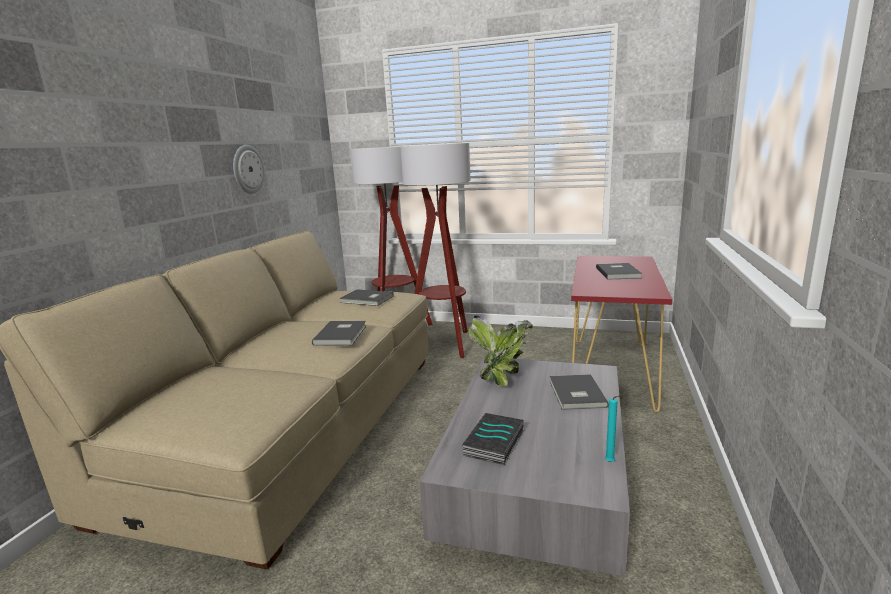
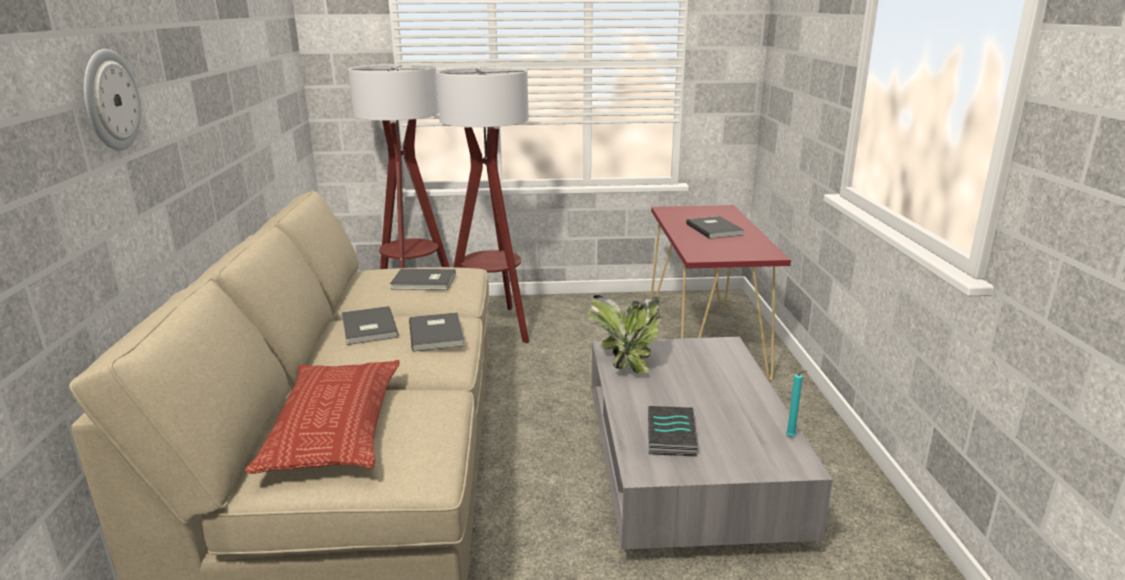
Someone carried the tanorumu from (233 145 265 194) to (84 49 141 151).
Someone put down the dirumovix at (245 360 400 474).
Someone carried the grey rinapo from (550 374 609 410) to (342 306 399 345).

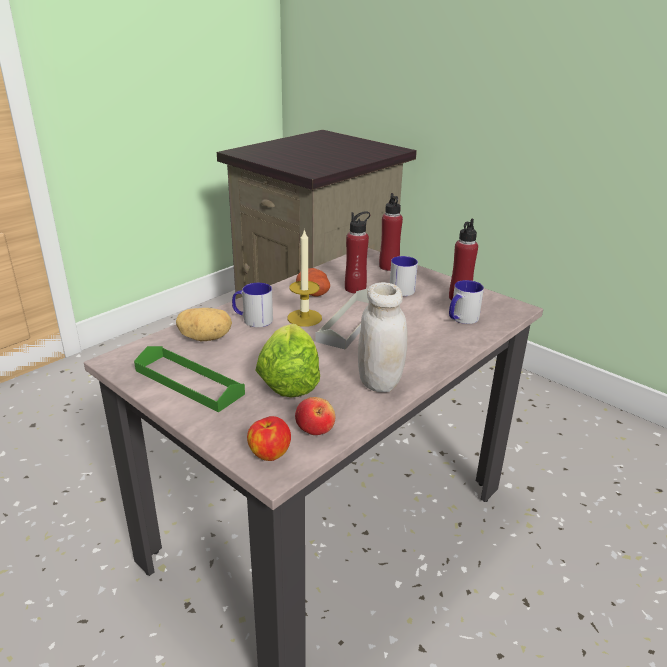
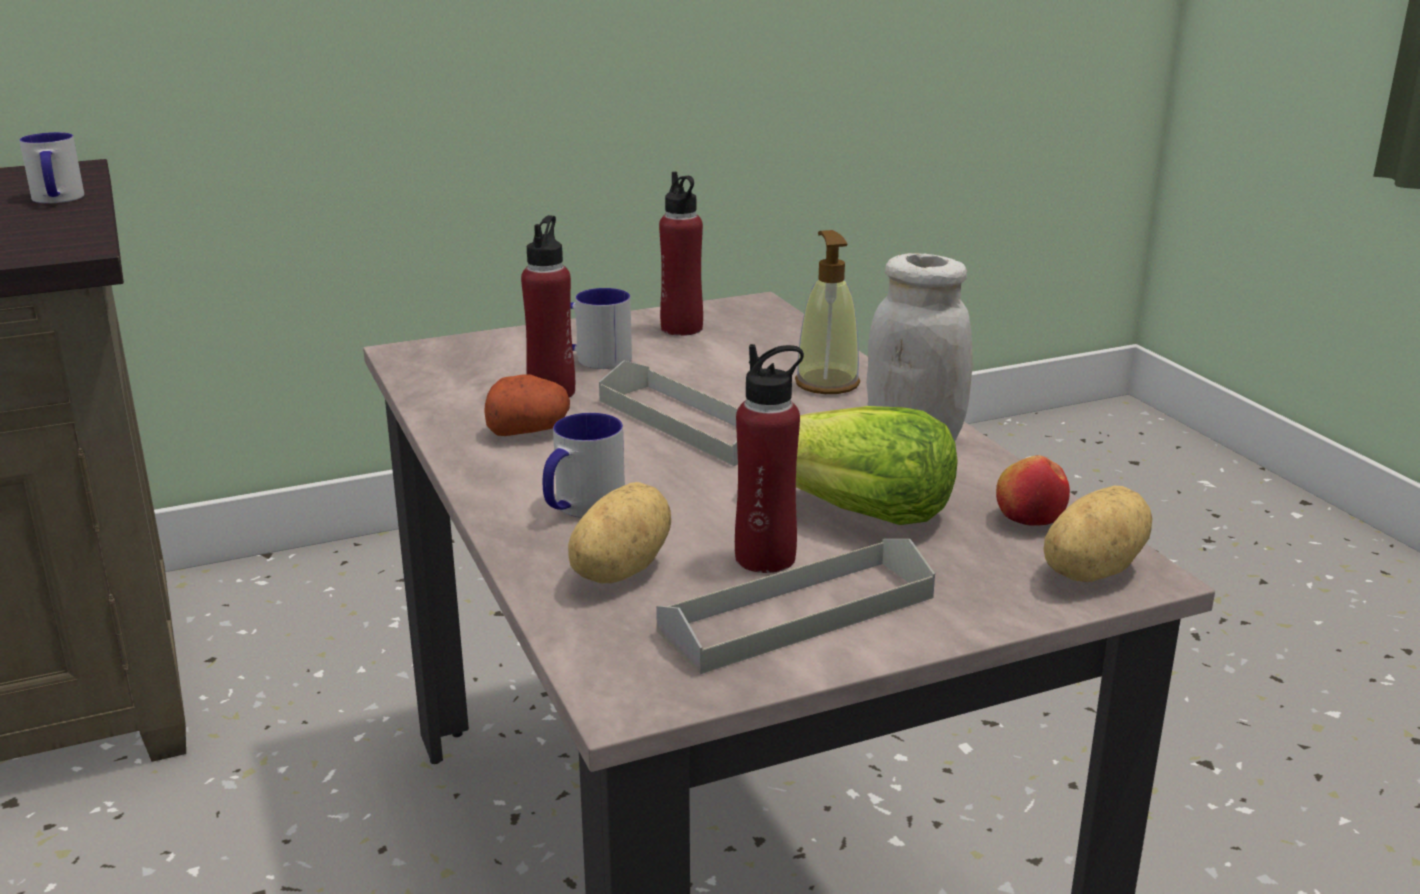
Someone carried the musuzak from (449 280 484 324) to (19 132 84 203).
Someone repainted the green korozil at (134 346 245 412), which became the grey korozil at (656 539 935 674).
Someone carried the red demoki from (379 193 403 271) to (735 344 804 573).
Someone put down the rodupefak at (795 230 860 394).
Someone swapped the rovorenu at (247 416 291 461) for the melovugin at (1043 486 1152 582).
Someone took away the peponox at (287 229 322 327).

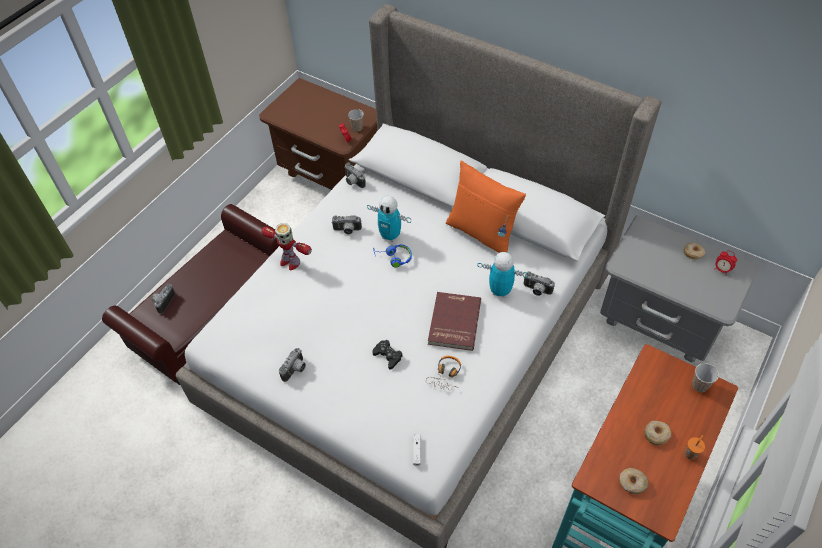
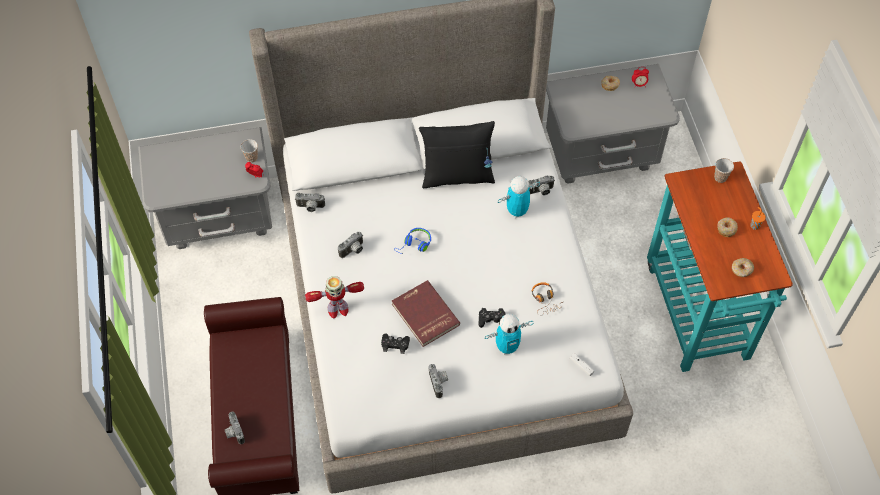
Someone repainted the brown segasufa at (259 78 377 190), which became the grey segasufa at (138 127 272 249).
Someone put down the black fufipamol at (381 333 410 354).
Someone carried the red rinapo from (428 292 481 351) to (392 280 460 347).
Someone repainted the orange dirumovix at (446 161 526 253), which became the black dirumovix at (419 121 495 189).
Someone carried the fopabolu from (367 196 411 242) to (485 314 533 355).

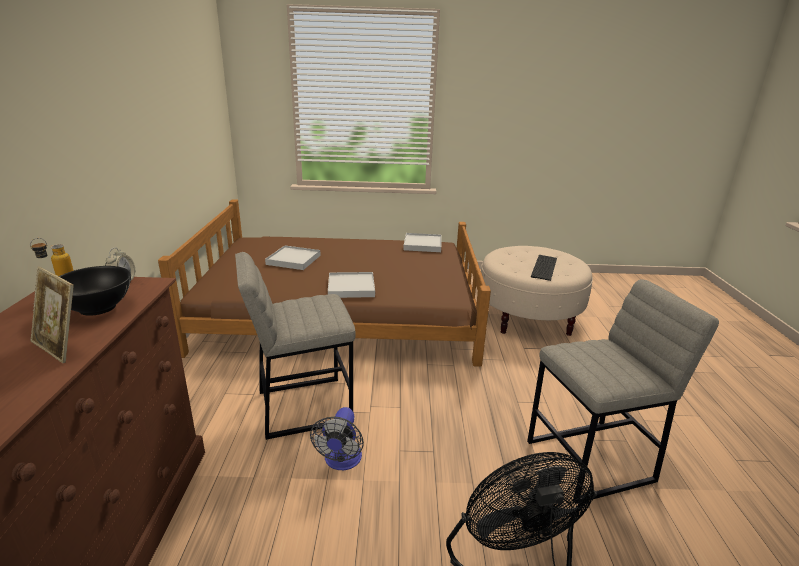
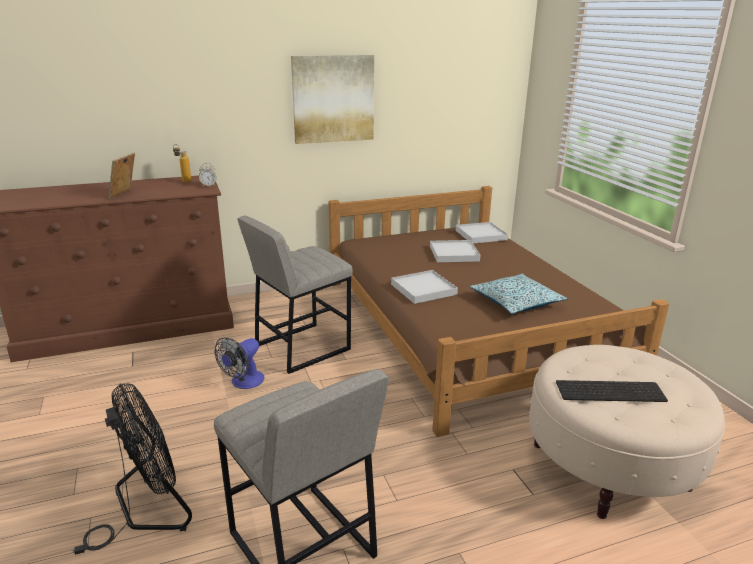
Someone rotated the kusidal at (310 407 364 470) by 45 degrees counterclockwise.
Someone rotated the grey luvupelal at (235 252 356 440) by 90 degrees counterclockwise.
Someone put up the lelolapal at (291 55 374 144).
Someone carried the white korozil from (403 233 441 252) to (456 222 508 243).
Someone put down the dirumovix at (470 274 567 314).
Someone took away the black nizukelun at (59 266 131 316).

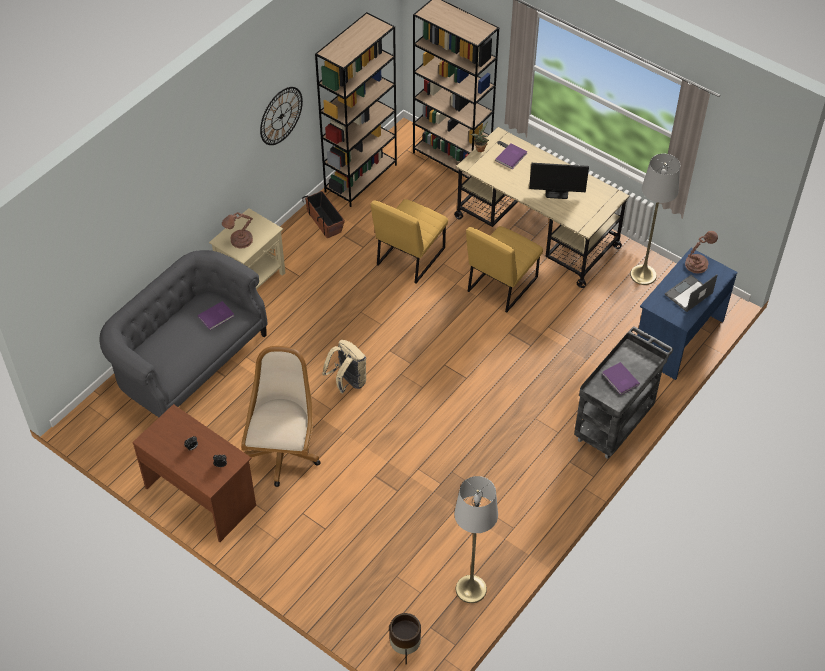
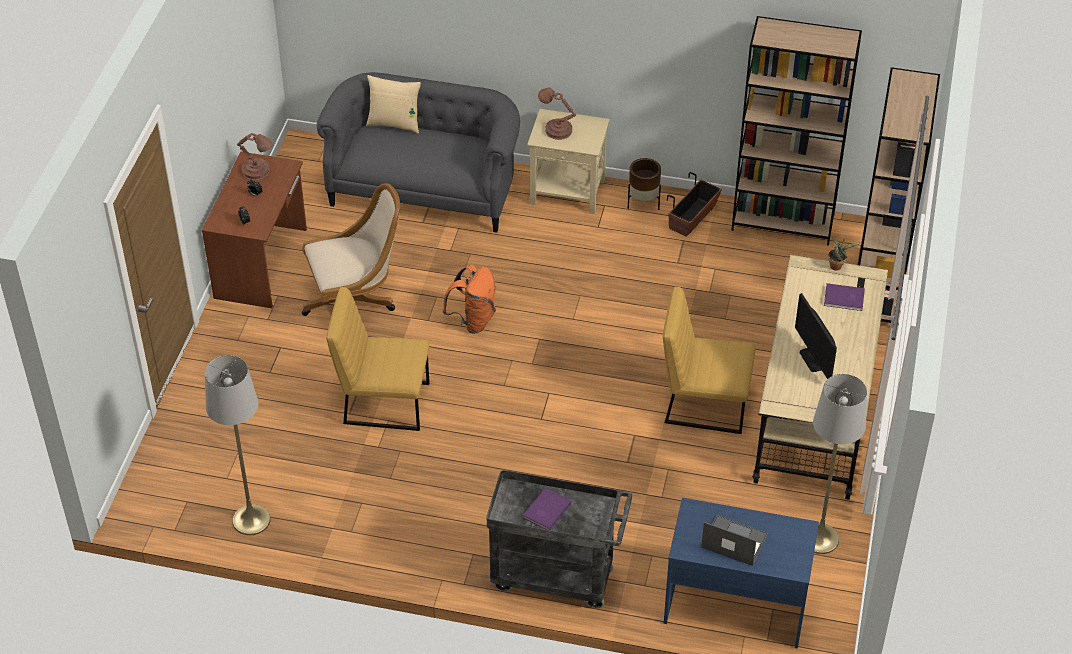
Someone carried the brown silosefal from (685 231 718 274) to (237 133 273 180).
Someone carried the yellow luvupelal from (371 199 448 283) to (326 287 429 431).
Someone put down the beige dirumovix at (366 75 421 134).
Someone repainted the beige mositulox at (322 340 366 394), which became the orange mositulox at (442 265 496 334).
Someone carried the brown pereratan from (389 613 421 665) to (628 158 661 210).
Someone took away the purple rinapo at (198 301 234 330).
Someone took away the tanorumu at (260 87 303 145).

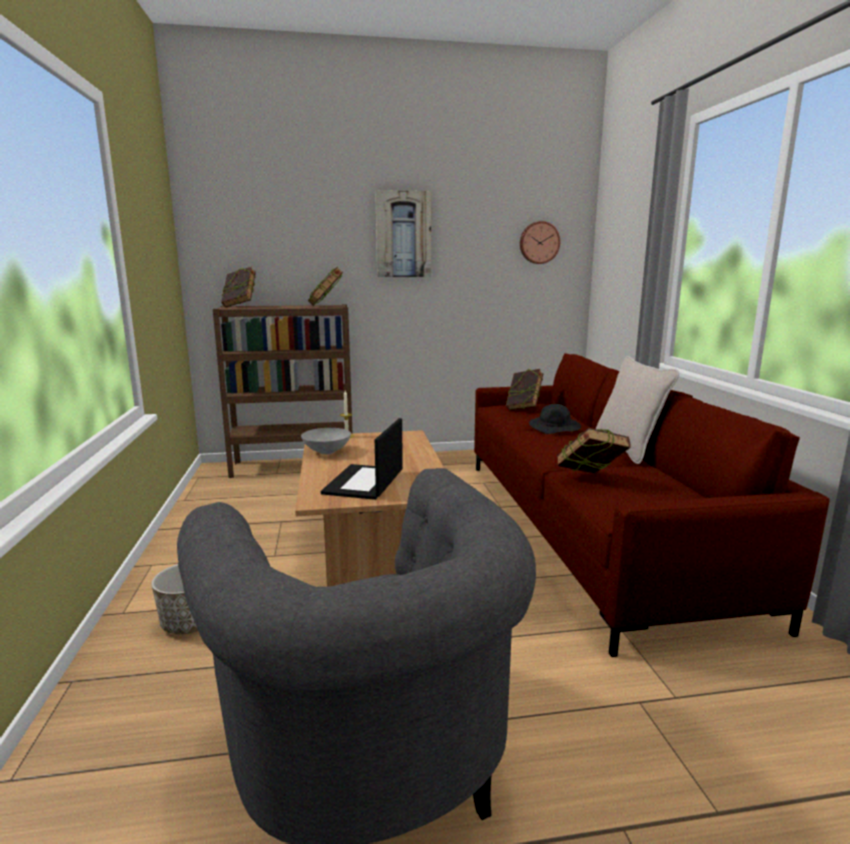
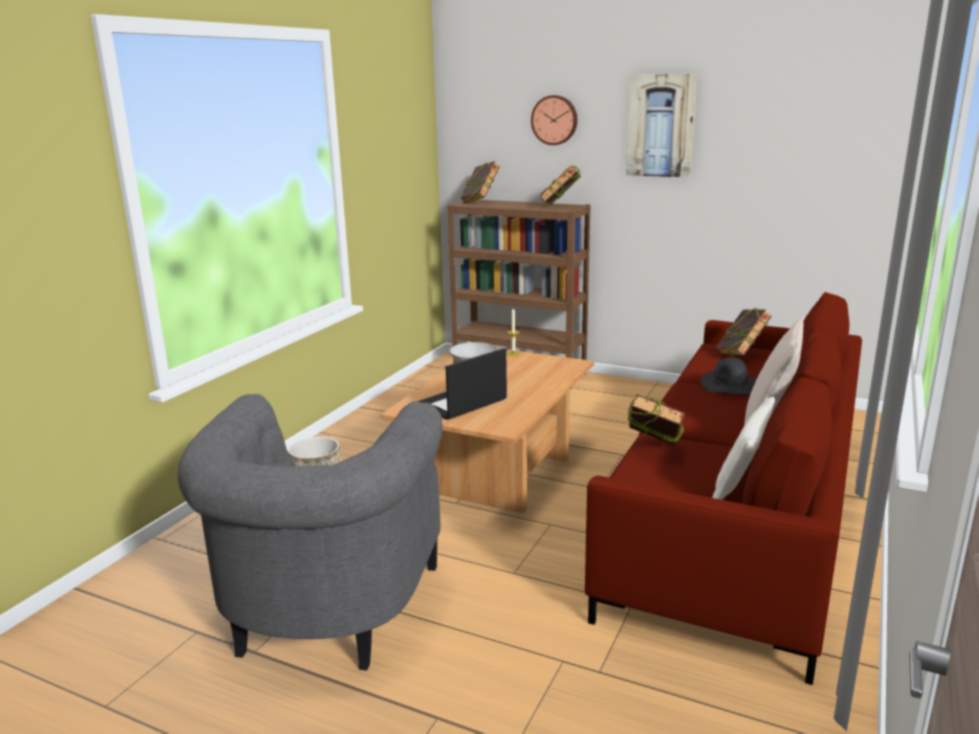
Someone carried the tanorumu from (520 221 560 264) to (531 95 577 145).
Someone put down the white dirumovix at (712 397 775 500).

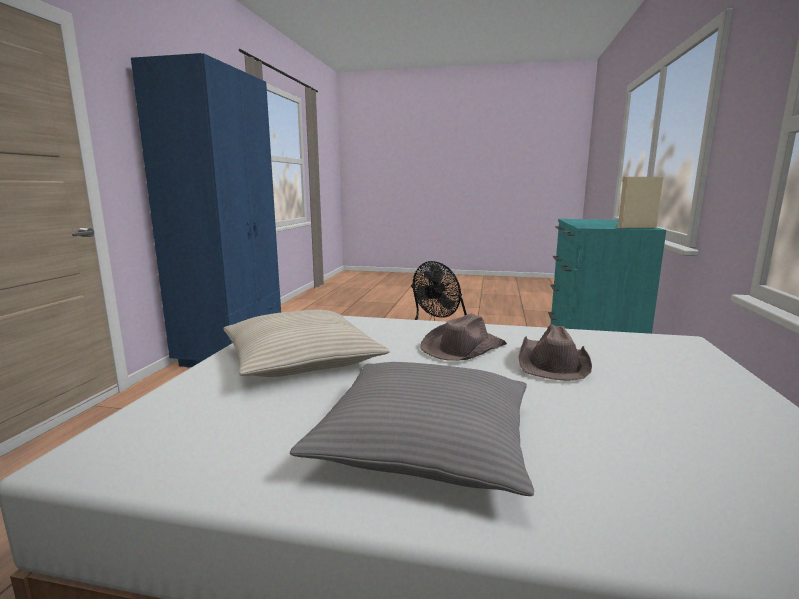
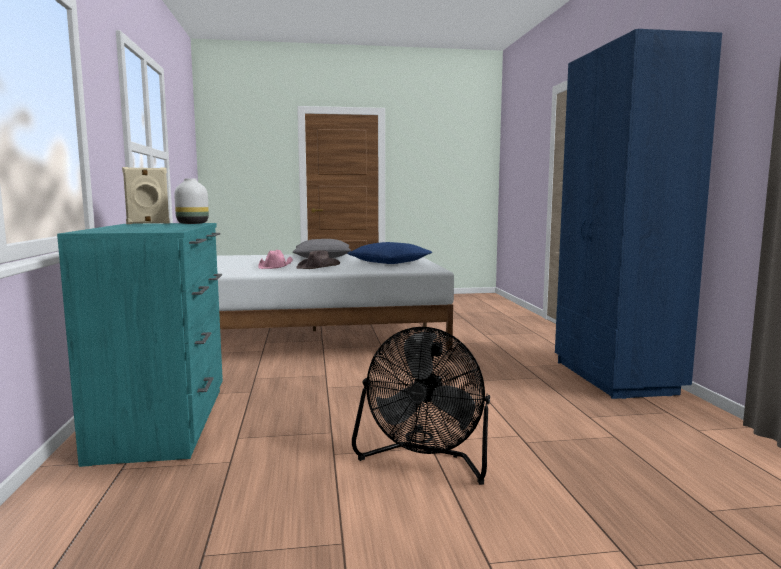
Someone put down the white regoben at (174 178 209 224).
Someone repainted the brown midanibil at (519 324 592 381), which became the pink midanibil at (258 250 293 269).
Someone repainted the beige dirumovix at (223 310 390 377), which became the blue dirumovix at (347 242 432 264).

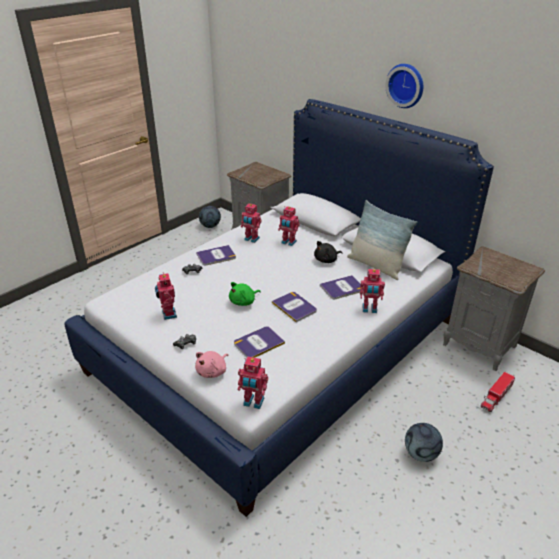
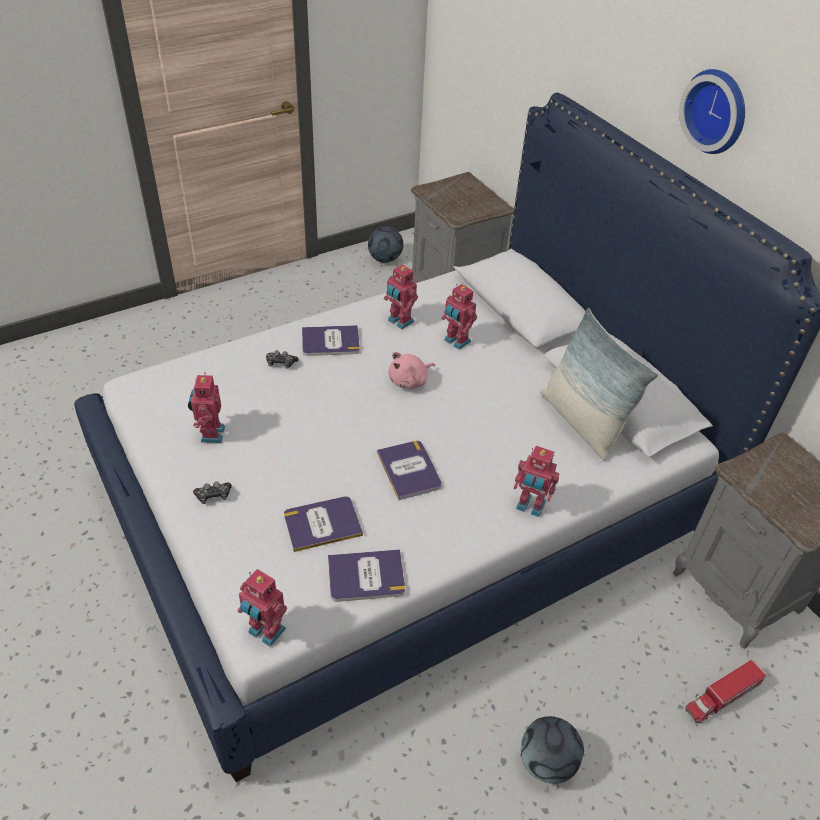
Someone carried the rinapo from (320 275 363 300) to (328 549 405 602).
Someone carried the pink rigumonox from (195 351 229 378) to (388 352 435 389).
Someone took away the green rigumonox at (229 282 261 306).
Someone took away the black rigumonox at (314 241 342 263).

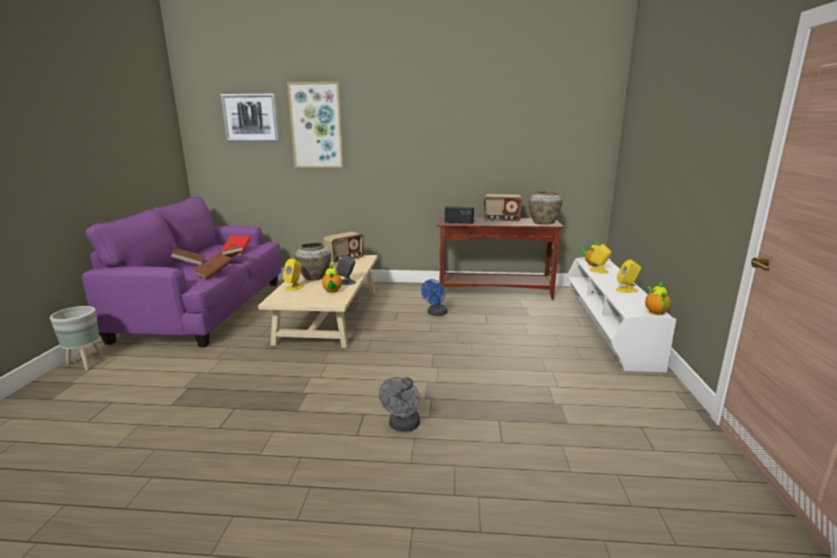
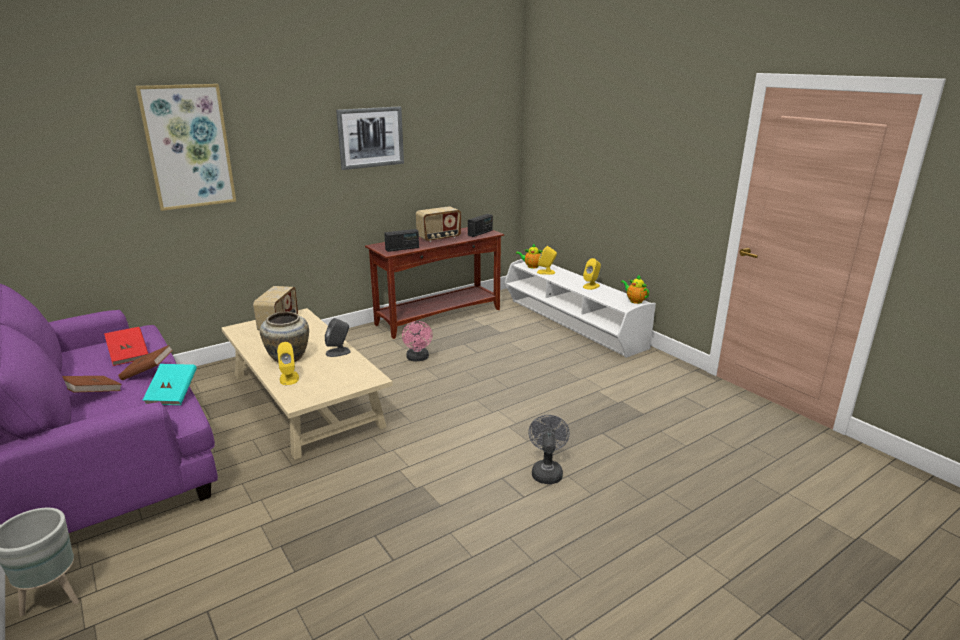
Someone repainted the brown rinapo at (194 253 232 279), which became the turquoise rinapo at (143 364 197 405).
Someone carried the lelolapal from (220 93 280 142) to (336 106 404 170).
Someone repainted the blue kusidal at (421 279 447 316), which became the pink kusidal at (402 321 433 361).
Someone swapped the beige regoben at (529 191 562 224) for the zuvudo at (468 214 493 237).
Someone rotated the grey kusidal at (379 377 420 432) by 150 degrees counterclockwise.
Someone took away the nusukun at (322 264 342 293).

